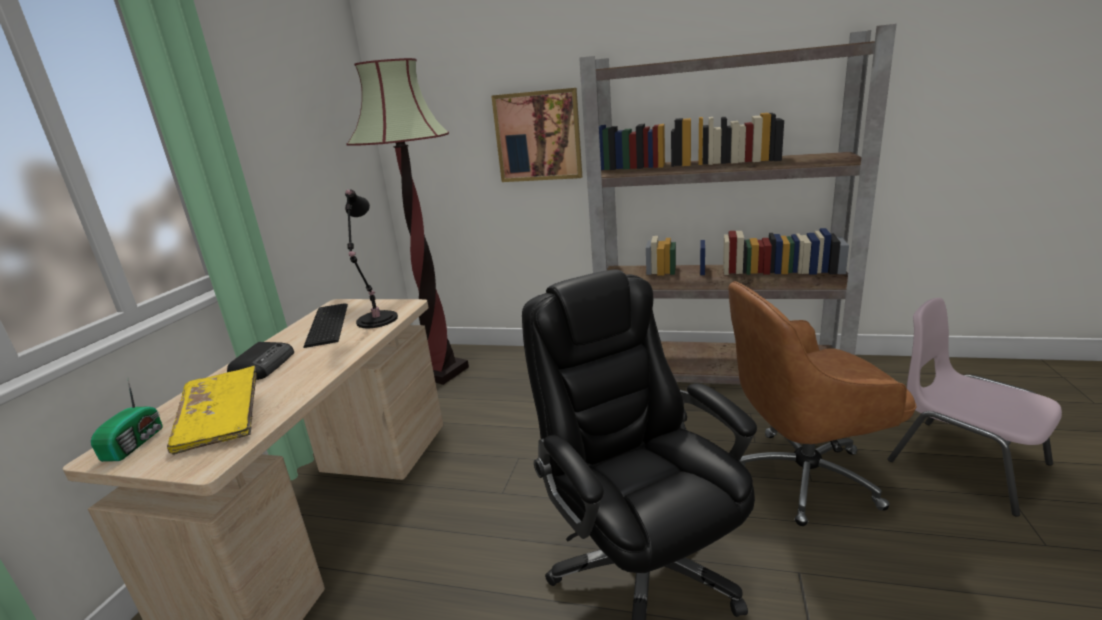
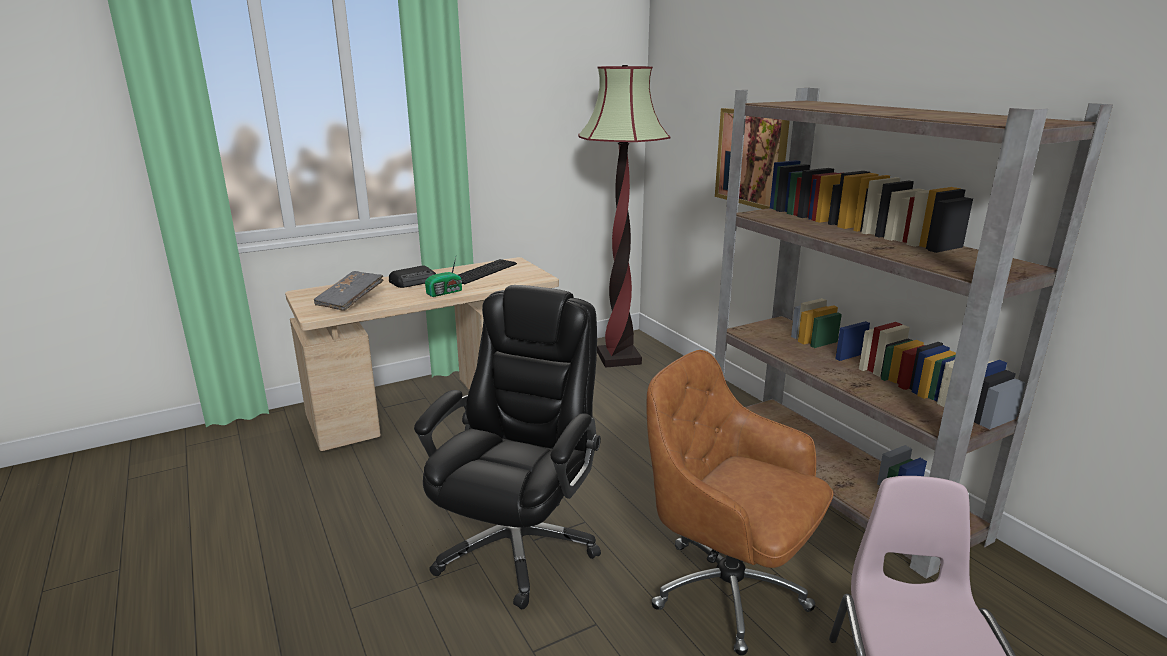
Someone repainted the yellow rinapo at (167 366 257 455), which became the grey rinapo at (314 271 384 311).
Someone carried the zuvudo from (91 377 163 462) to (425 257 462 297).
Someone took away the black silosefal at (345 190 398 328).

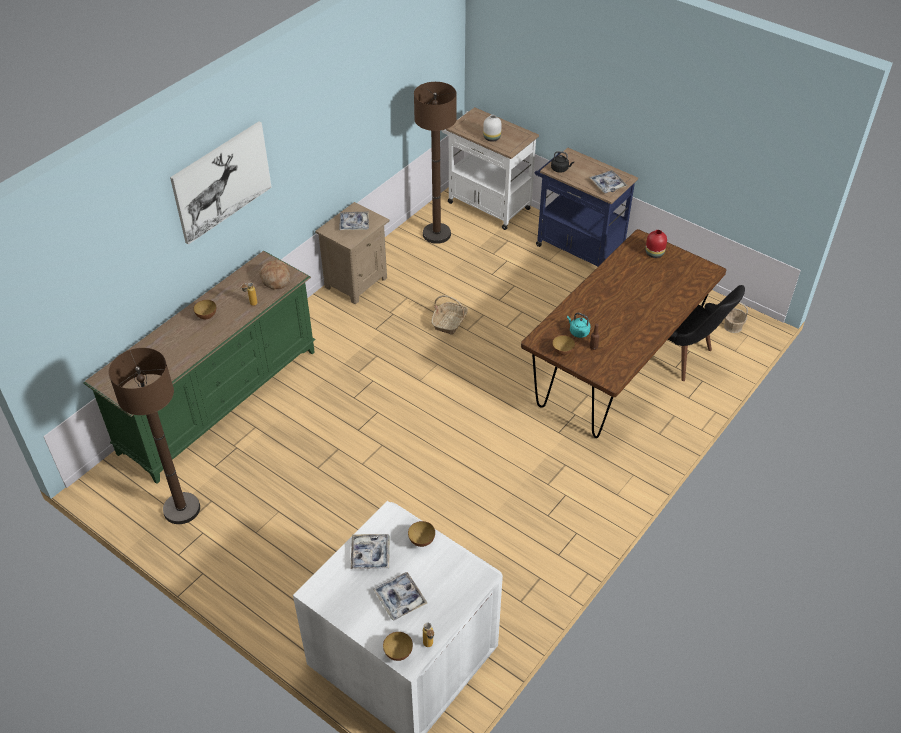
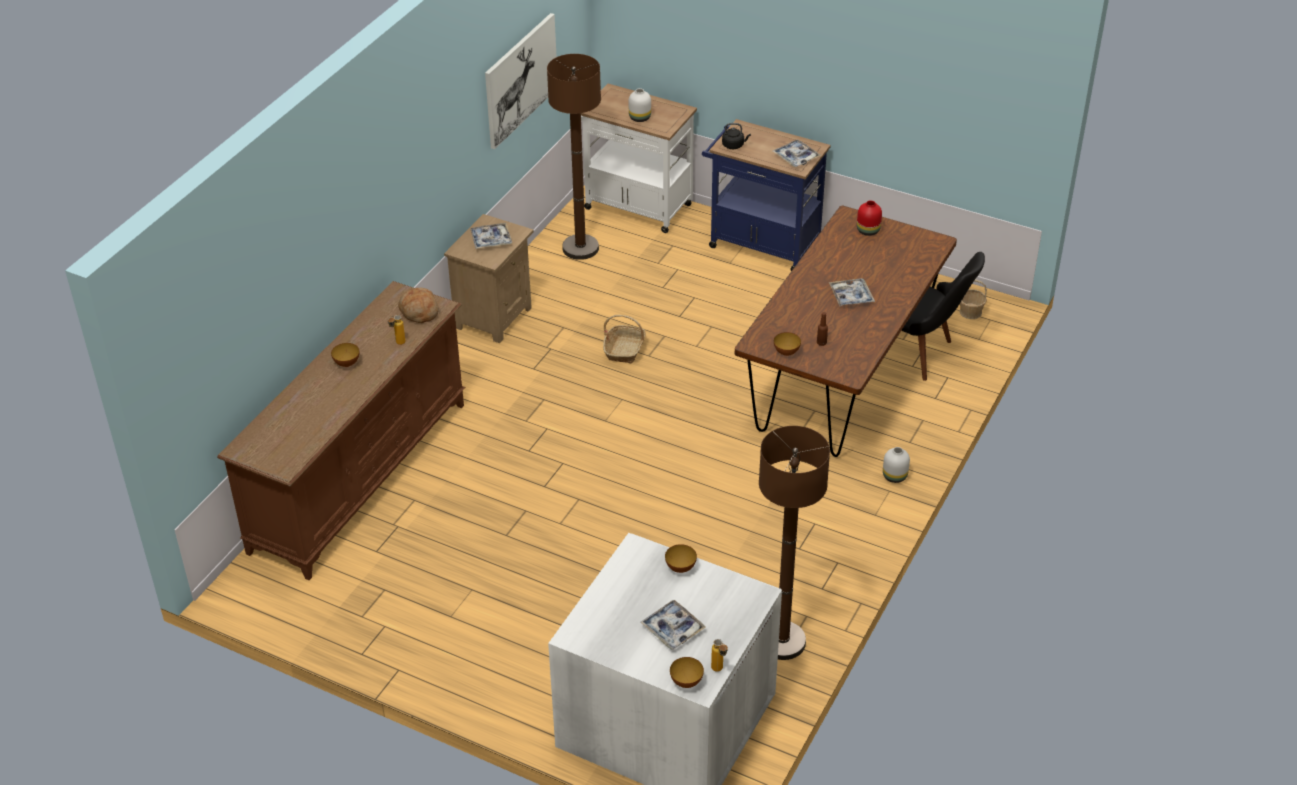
Someone repainted the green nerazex at (83 251 315 484), which became the brown nerazex at (217 281 465 580).
Someone carried the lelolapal from (170 121 272 245) to (485 13 557 149).
Someone carried the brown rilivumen from (109 348 200 524) to (759 426 830 660).
Someone carried the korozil from (350 534 390 569) to (829 278 875 306).
Someone put down the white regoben at (883 447 910 483).
Someone took away the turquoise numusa at (567 313 590 338).

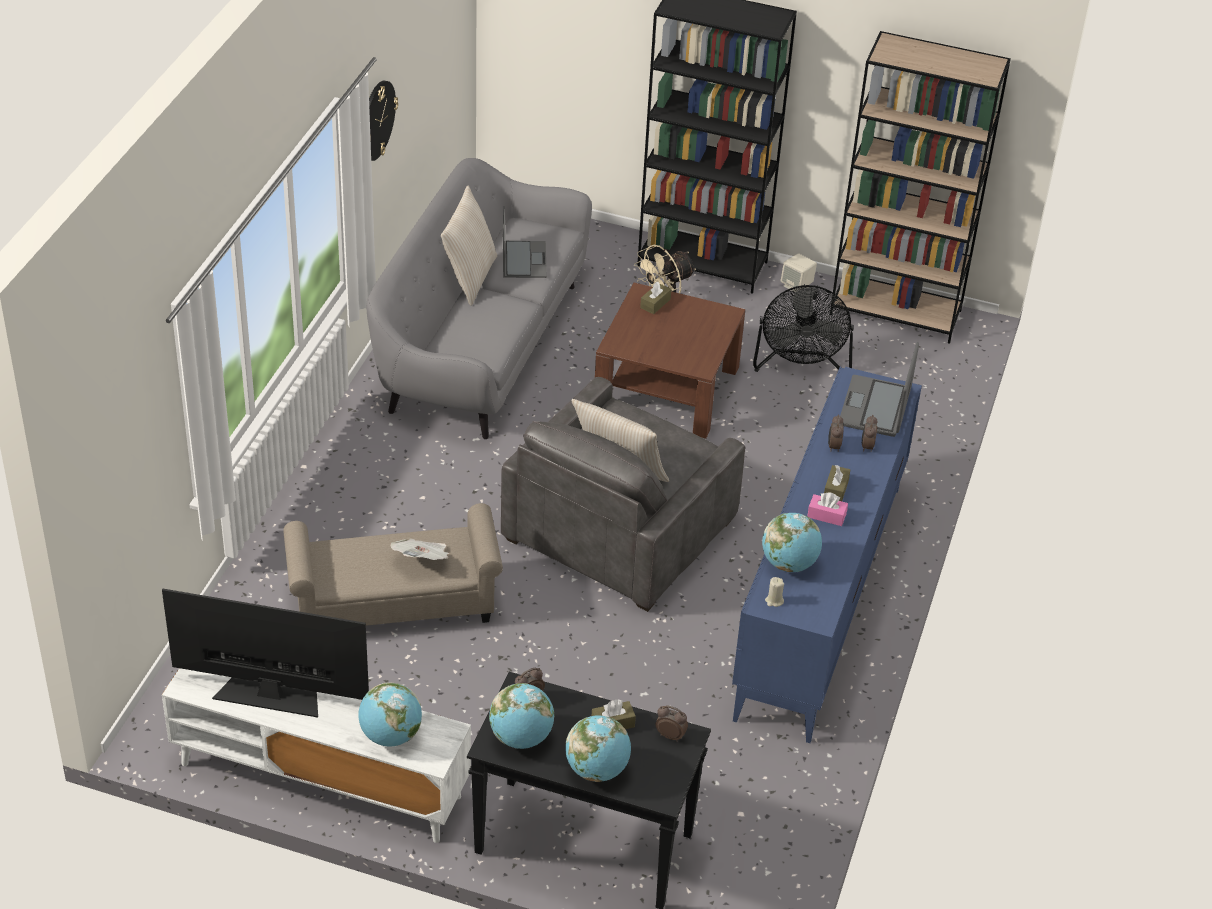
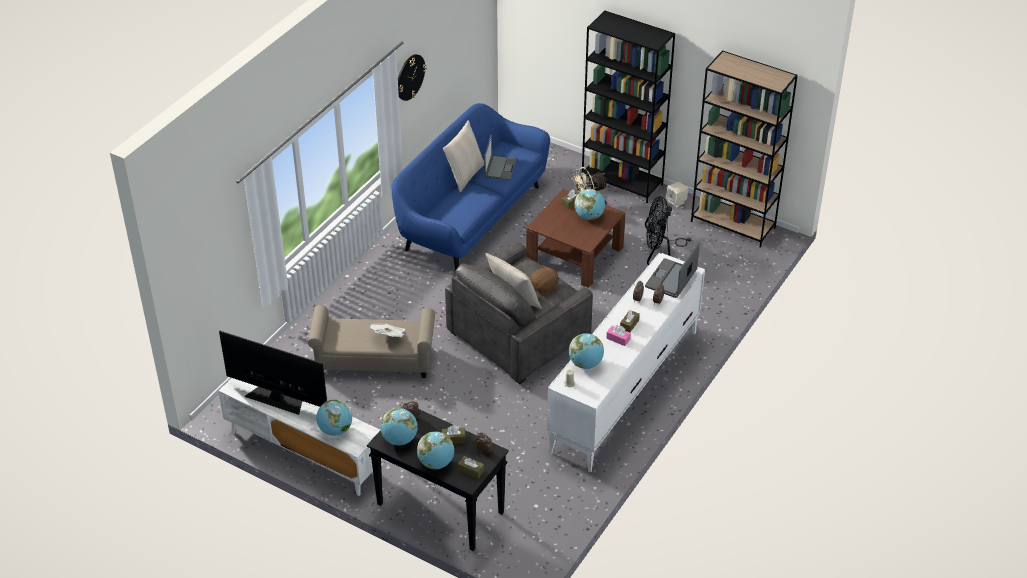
Someone repainted the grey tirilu at (366 158 592 439), which became the blue tirilu at (391 103 550 272).
Someone put down the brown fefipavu at (458 456 484 479).
Someone put down the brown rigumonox at (529 265 559 296).
Someone repainted the blue nerazex at (732 367 922 743), which became the white nerazex at (547 253 705 472).
Someone put down the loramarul at (574 189 605 220).
Someone rotated the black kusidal at (753 284 854 372) by 75 degrees clockwise.

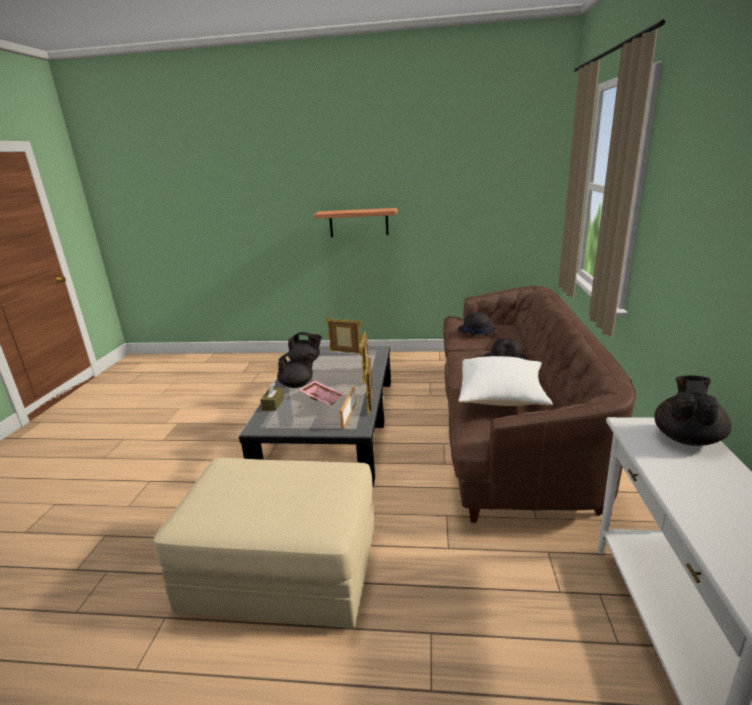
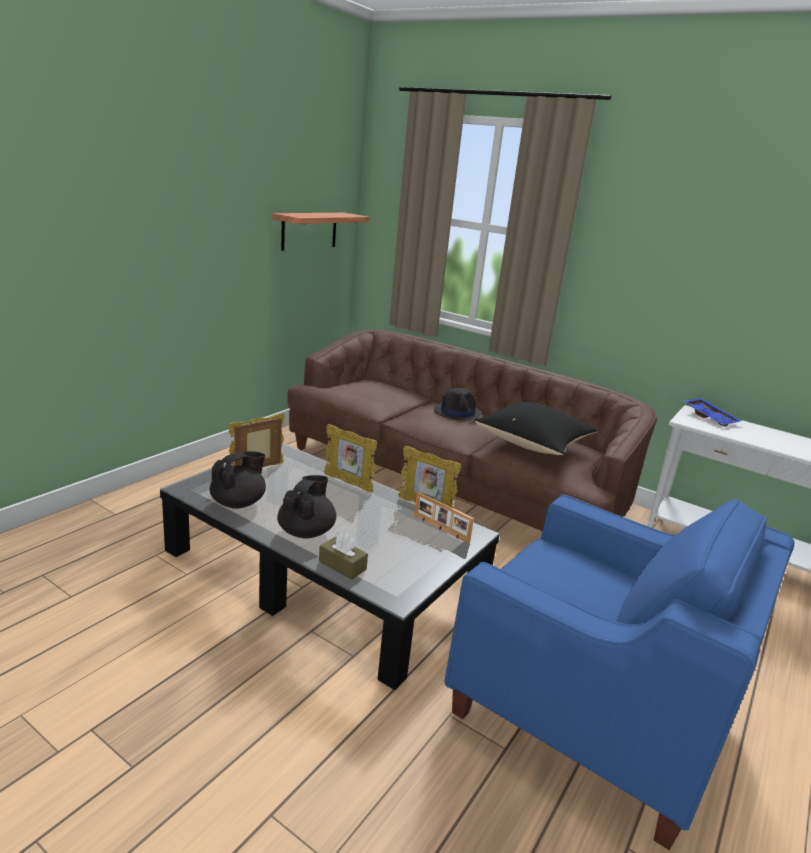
Someone carried the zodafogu from (314 208 397 237) to (272 213 370 251).
Someone swapped the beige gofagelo at (154 457 375 628) for the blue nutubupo at (445 494 795 850).
Someone repainted the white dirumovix at (459 356 553 406), which became the black dirumovix at (475 402 598 455).
Someone swapped the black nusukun at (654 376 731 446) for the blue korozil at (684 398 741 426).
Someone took away the pink korozil at (298 380 345 405).
Someone took away the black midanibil at (458 312 496 336).

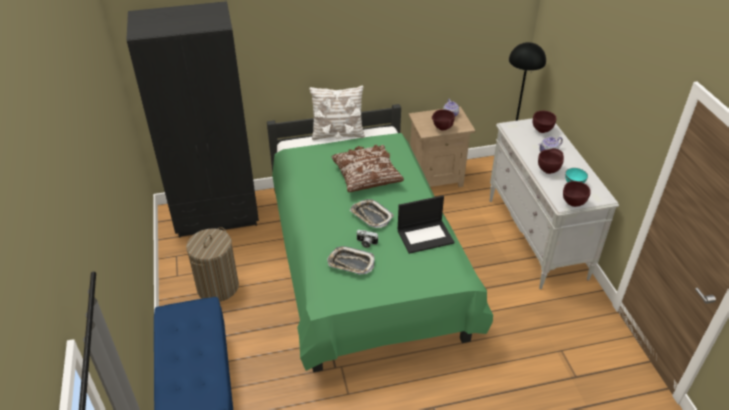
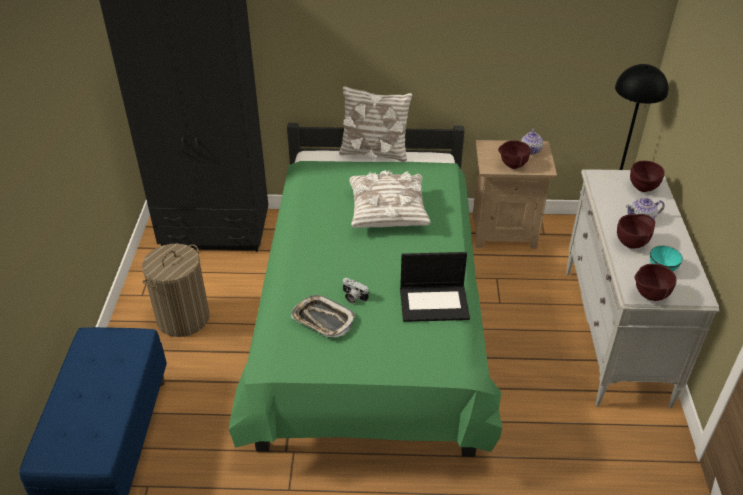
Someone repainted the brown dirumovix at (332 145 404 192), which became the white dirumovix at (349 170 430 228).
Someone took away the korozil at (350 199 394 228).

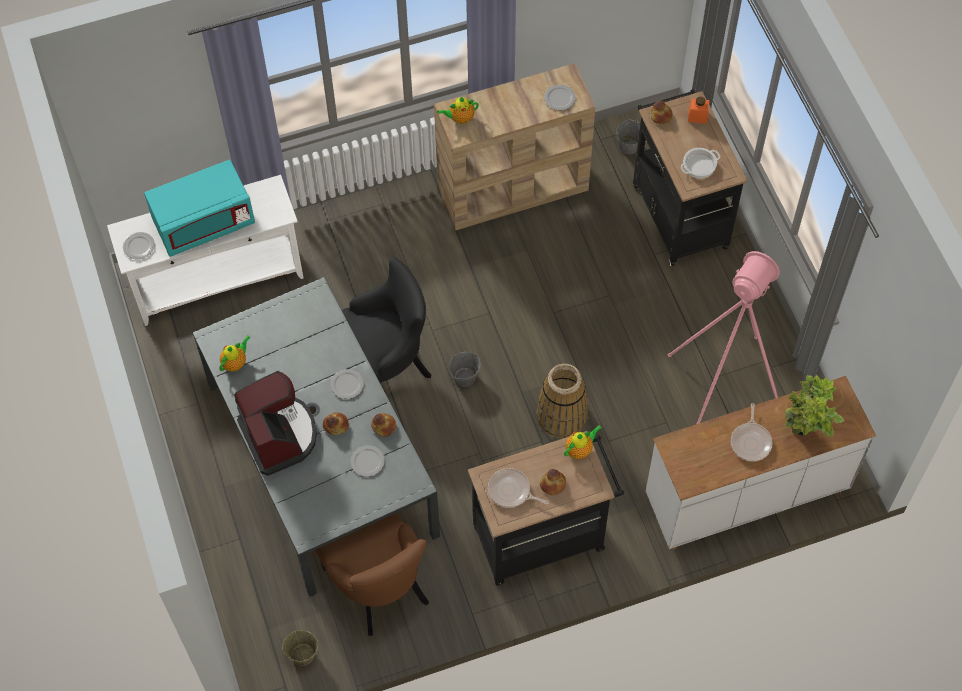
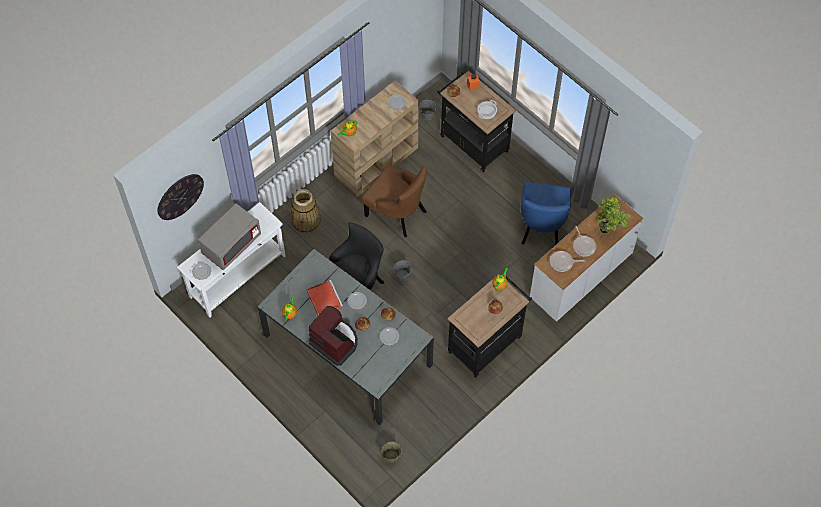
Someone put up the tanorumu at (158 174 204 220).
Someone repainted the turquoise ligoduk at (144 160 255 257), which became the grey ligoduk at (198 204 261 270).
Someone carried the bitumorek from (536 364 588 438) to (291 189 321 233).
Someone put down the red korozil at (306 280 343 315).
Someone carried the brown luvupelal from (314 513 429 636) to (361 165 427 237).
Someone swapped the pink rilivumen at (668 251 780 424) for the blue luvupelal at (521 182 572 245).
Someone carried the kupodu from (488 468 548 508) to (550 251 585 272).

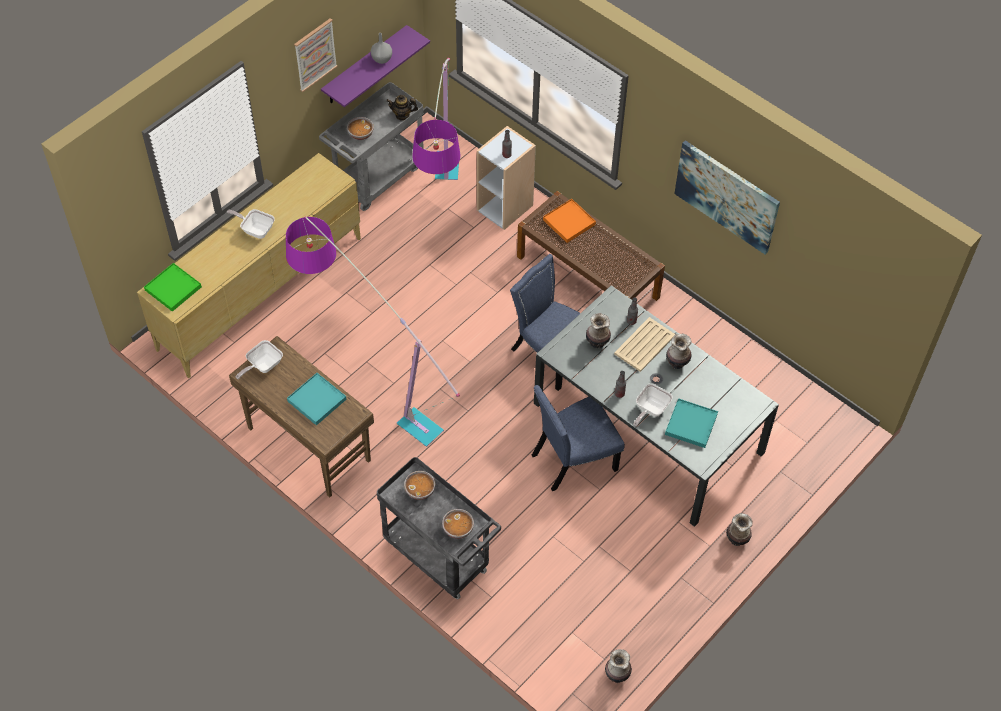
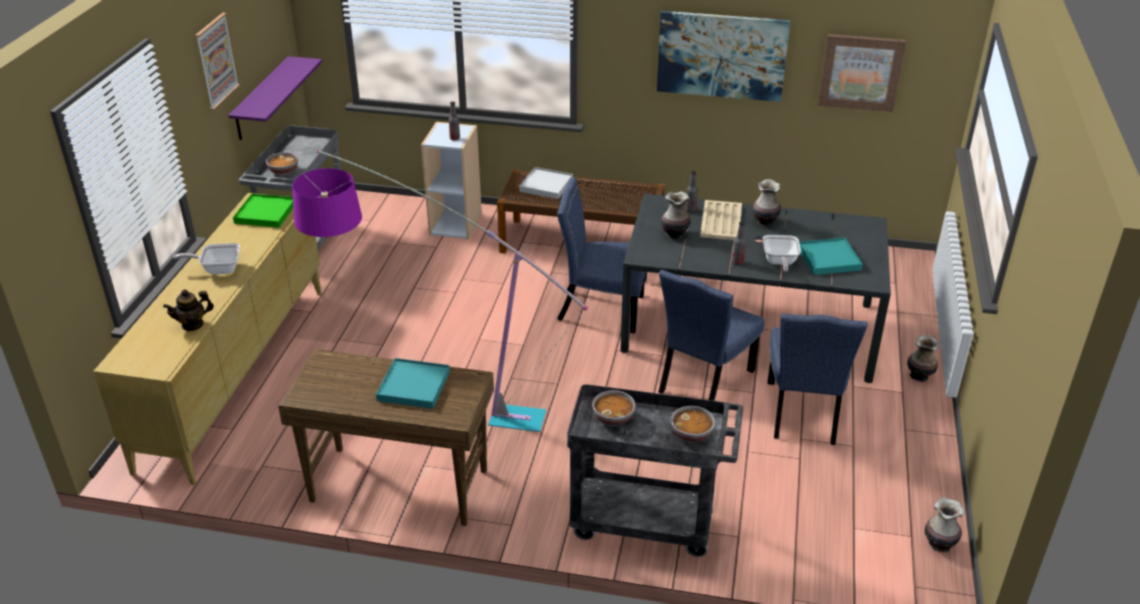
Someone carried the nusukun from (386 95 418 120) to (163 289 214 331).
Someone carried the green korozil from (144 263 202 312) to (233 194 294 228).
Someone repainted the orange korozil at (543 199 596 243), which became the white korozil at (519 167 573 199).
Someone put down the blue luvupelal at (768 313 868 445).
Someone put up the lelolapal at (818 34 906 112).
Someone took away the kupodu at (236 340 283 379).
Someone took away the grey regoben at (371 33 392 64).
Someone took away the rilivumen at (412 58 460 180).

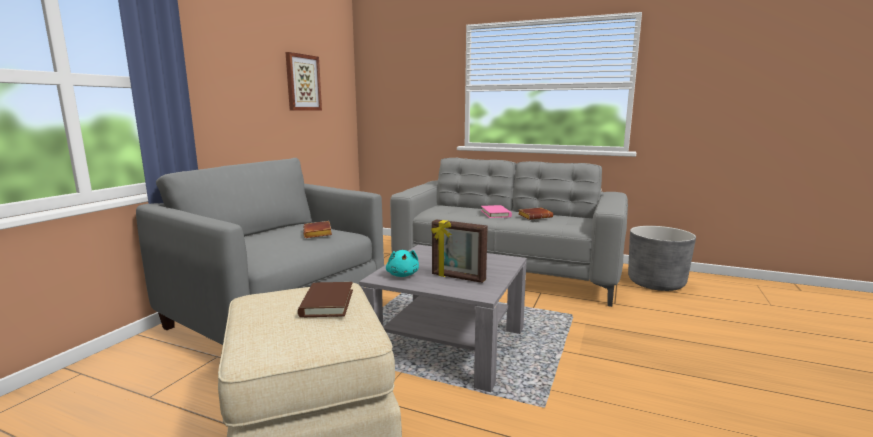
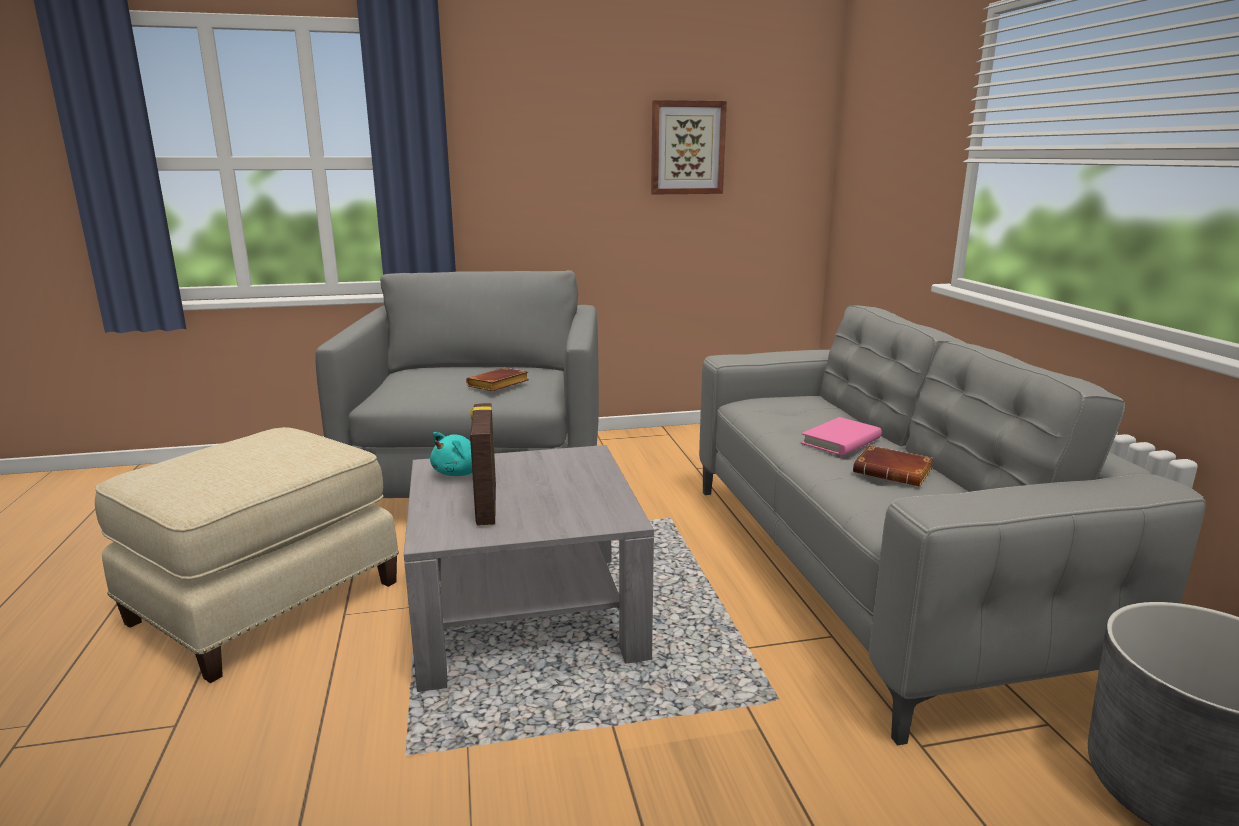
Someone took away the brown rinapo at (298 282 353 317).

